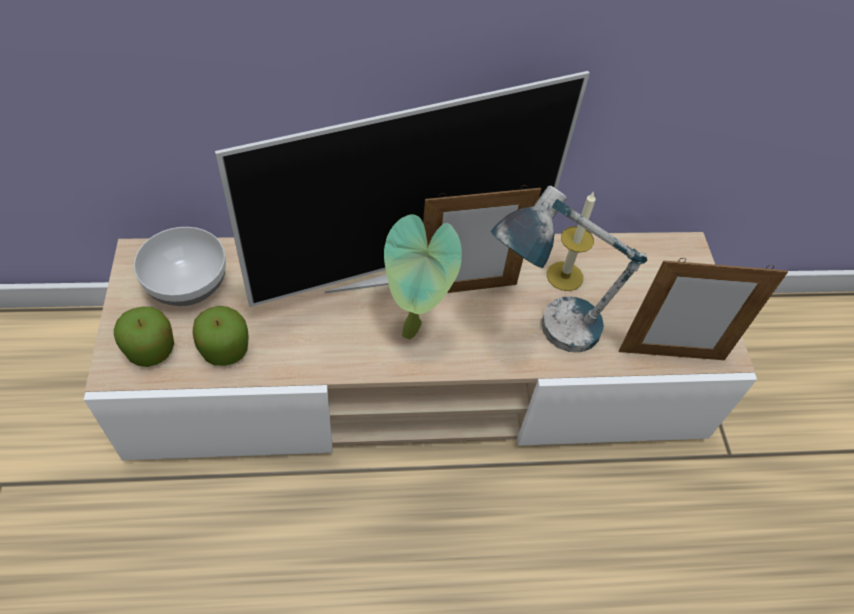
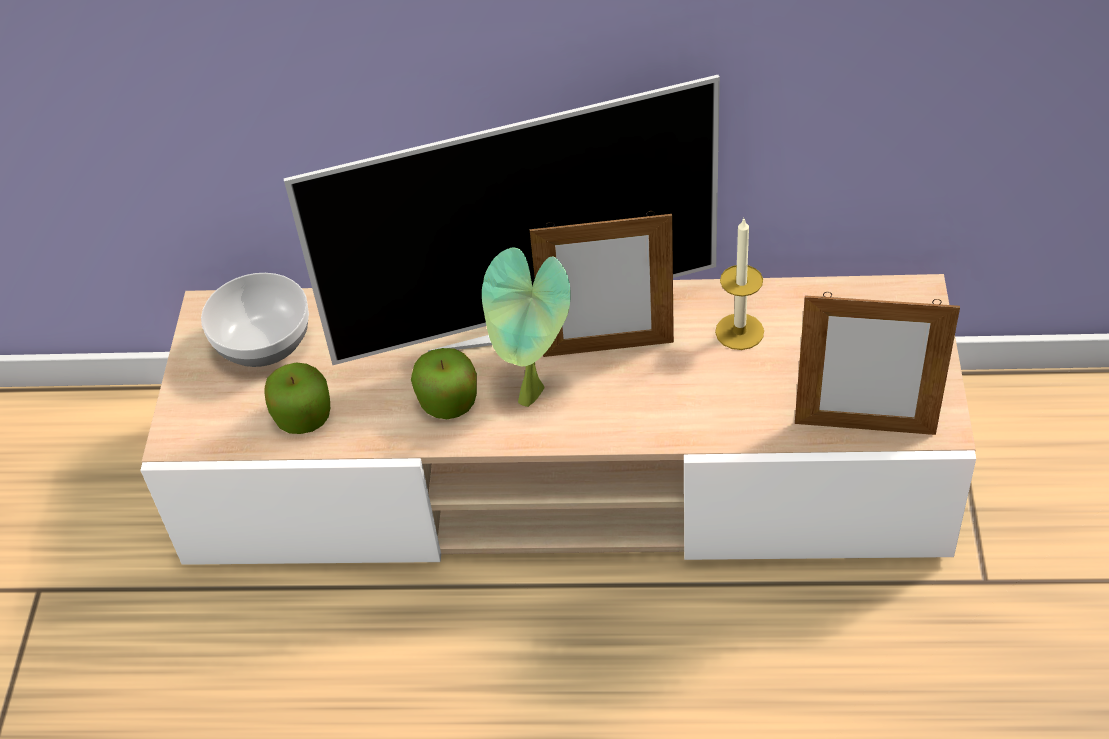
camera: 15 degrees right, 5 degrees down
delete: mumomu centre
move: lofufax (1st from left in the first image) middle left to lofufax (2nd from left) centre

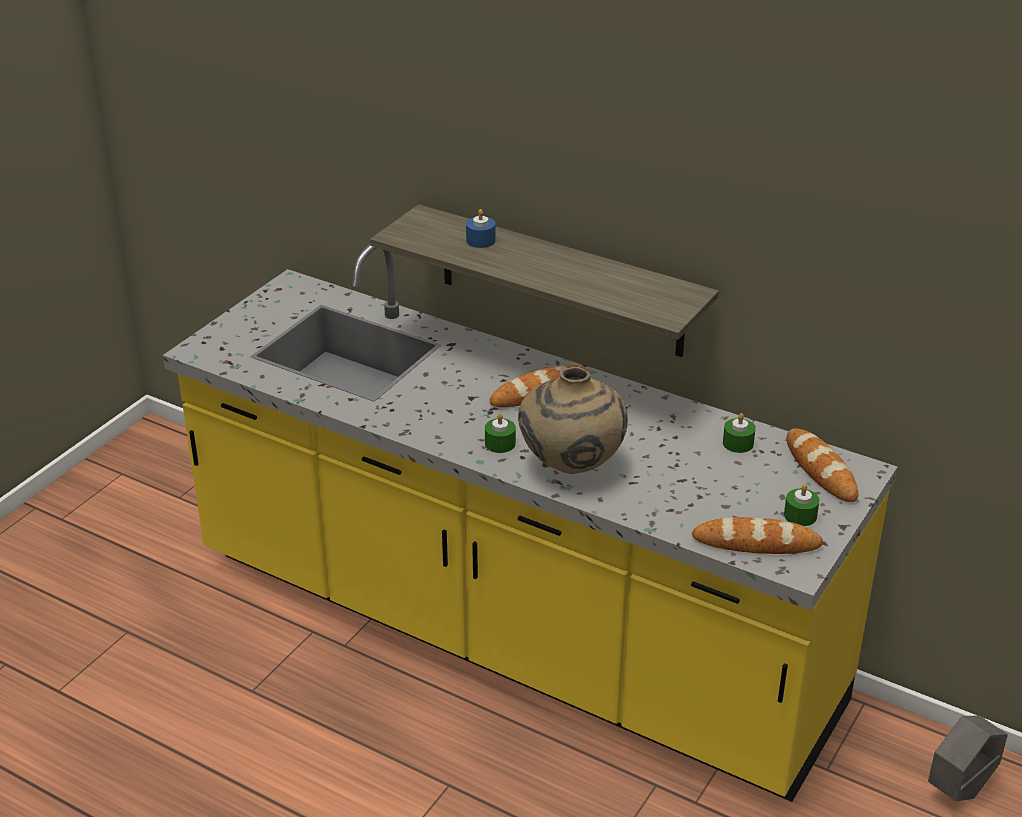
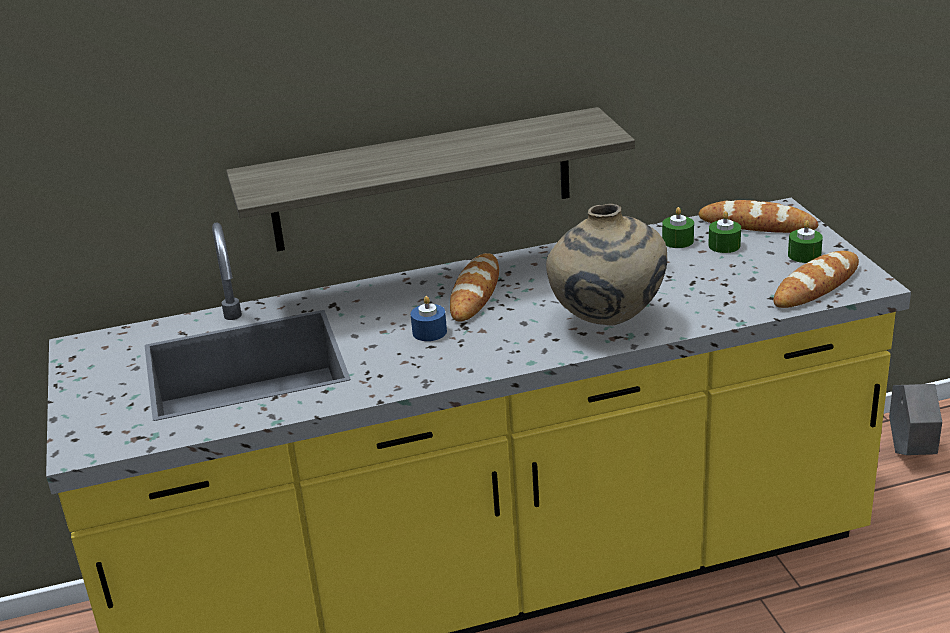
camera: 45 degrees left, 5 degrees down
move: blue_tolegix top centre to centre; green_tolegix (1st from left in the first image) centre to green_tolegix (2nd from left) middle right

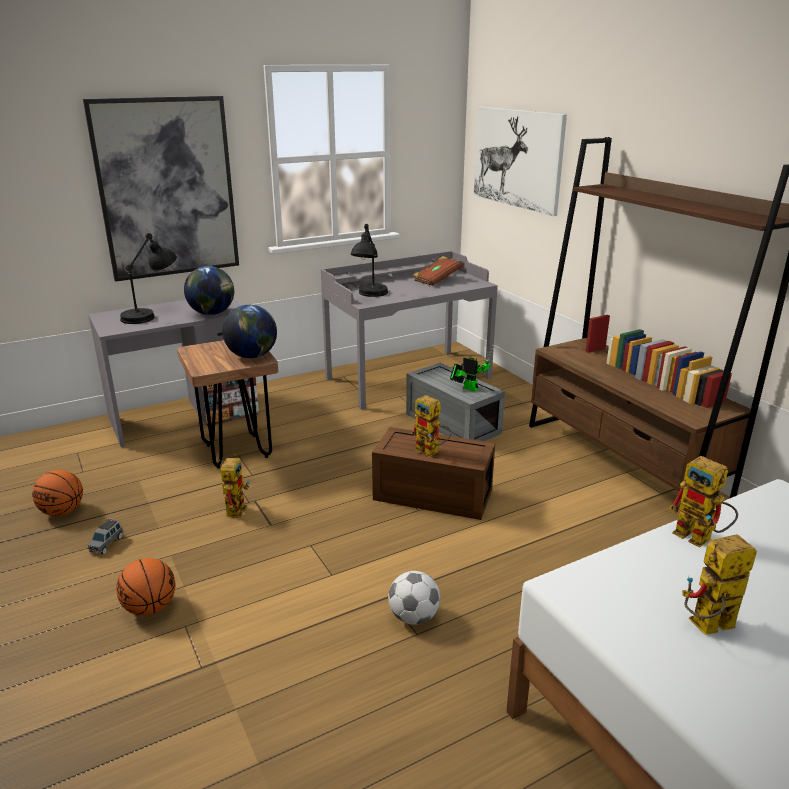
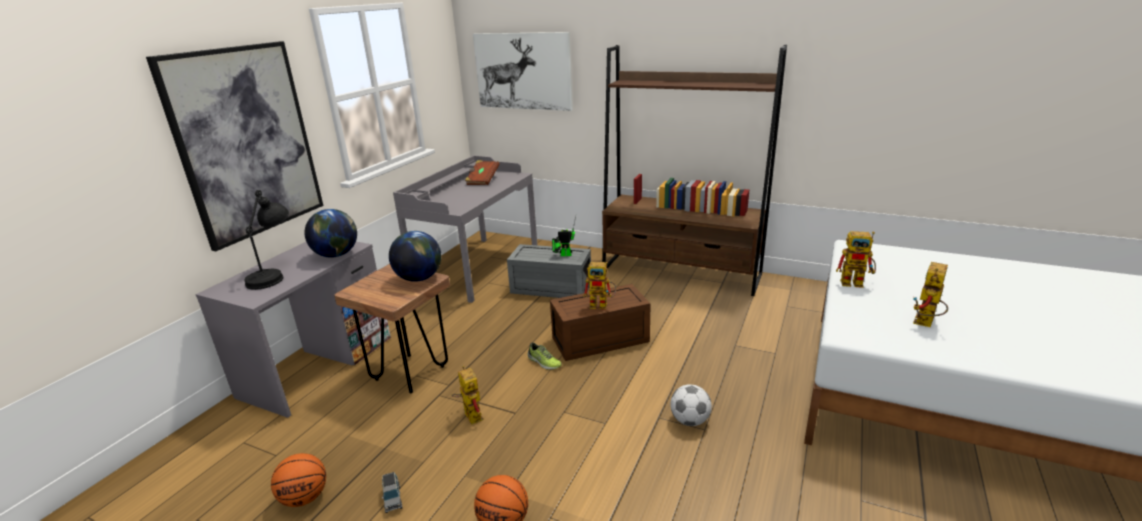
camera: 35 degrees left, 0 degrees up
delete: black_mumomu (2nd from left) top centre
insert: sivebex bottom centre

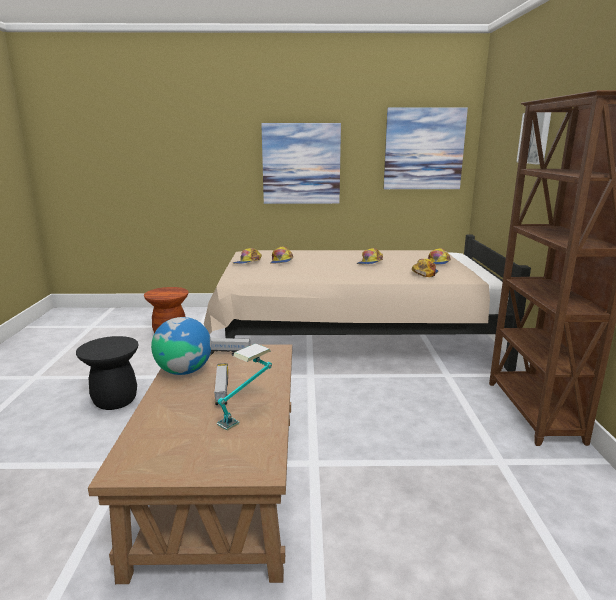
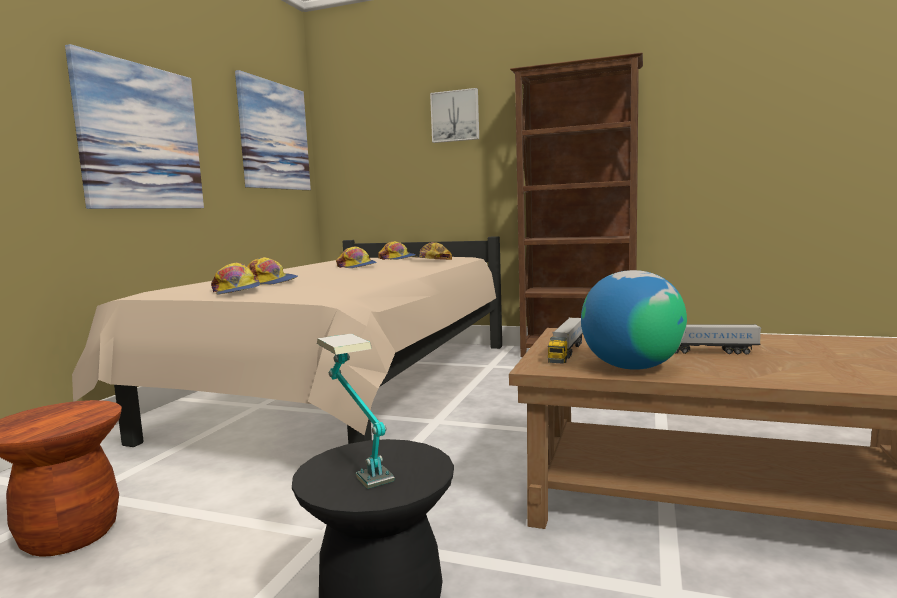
camera: 70 degrees left, 10 degrees down
move: mumomu centre to bottom centre

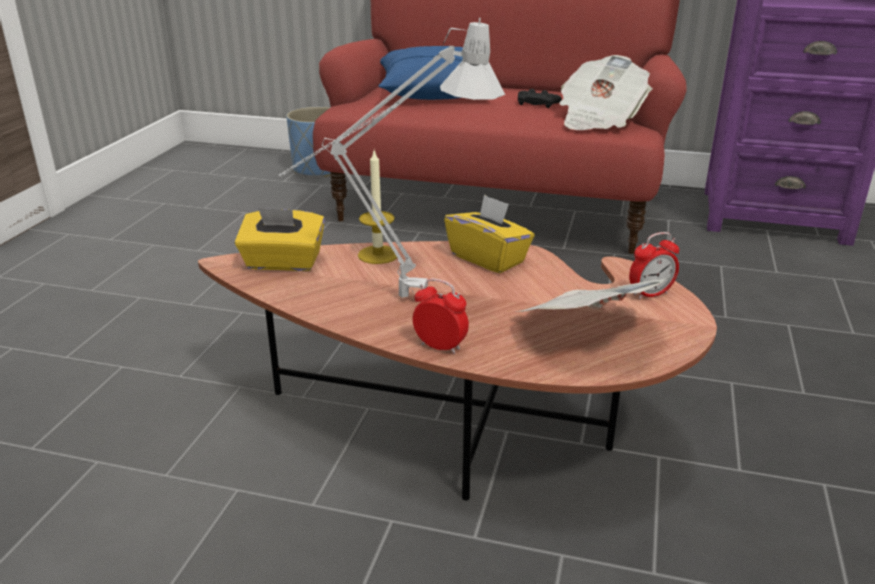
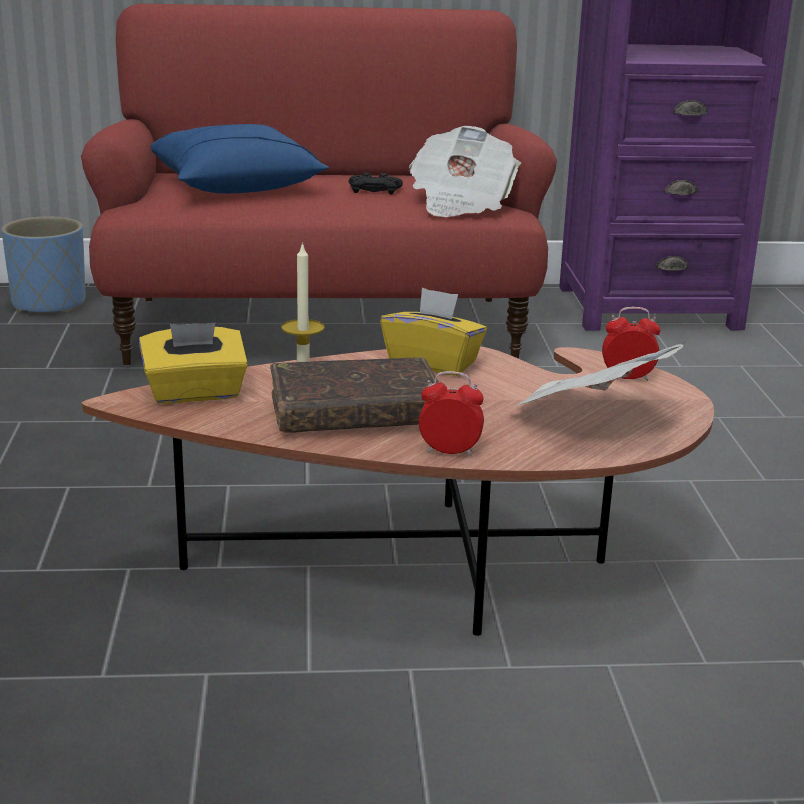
camera: 20 degrees left, 5 degrees down
replace: grey_mumomu top centre to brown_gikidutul centre
rotate: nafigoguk (2nd from left) middle right = middle right 135 degrees counterclockwise

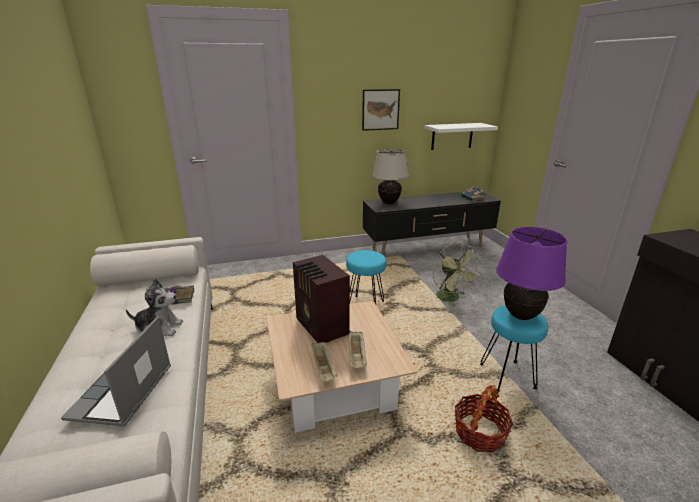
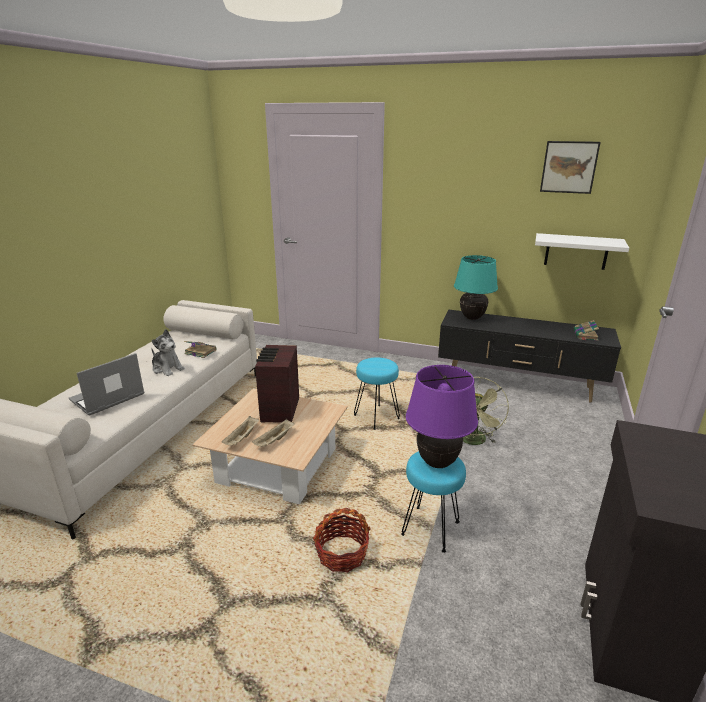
camera: 35 degrees right, 0 degrees up
move: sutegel top centre to top right
recolor: beige_mumomu centre to turquoise_mumomu middle right

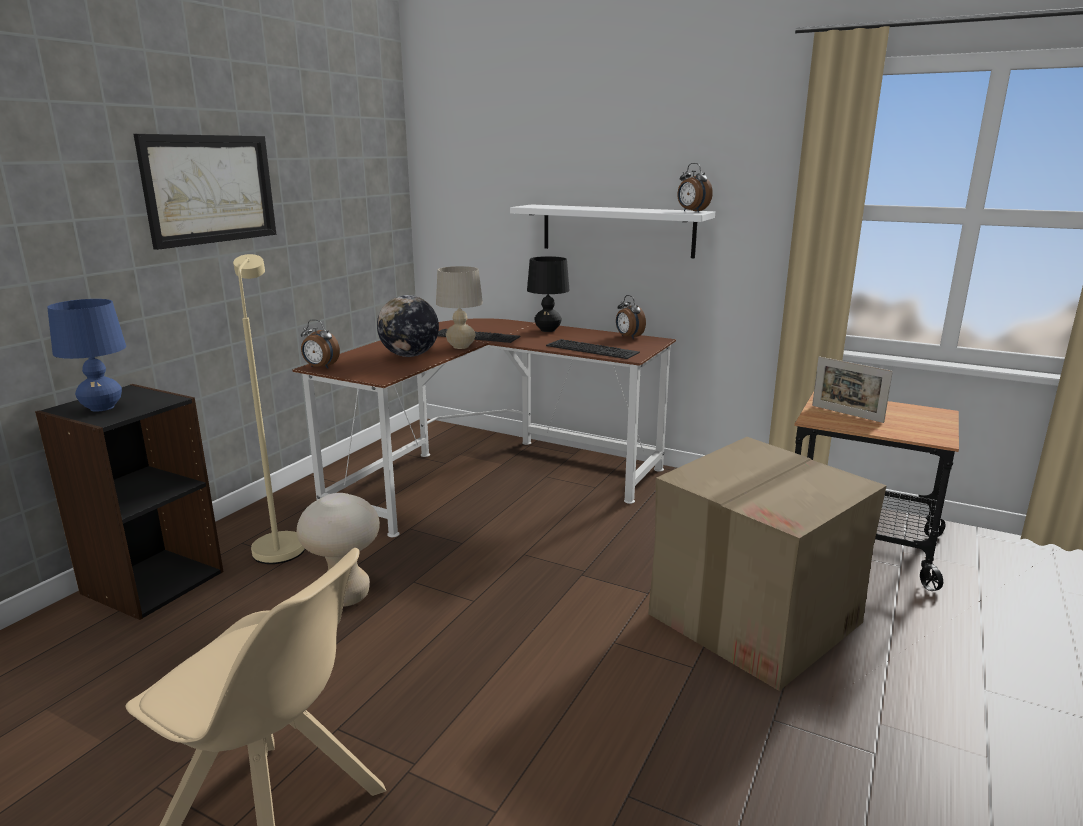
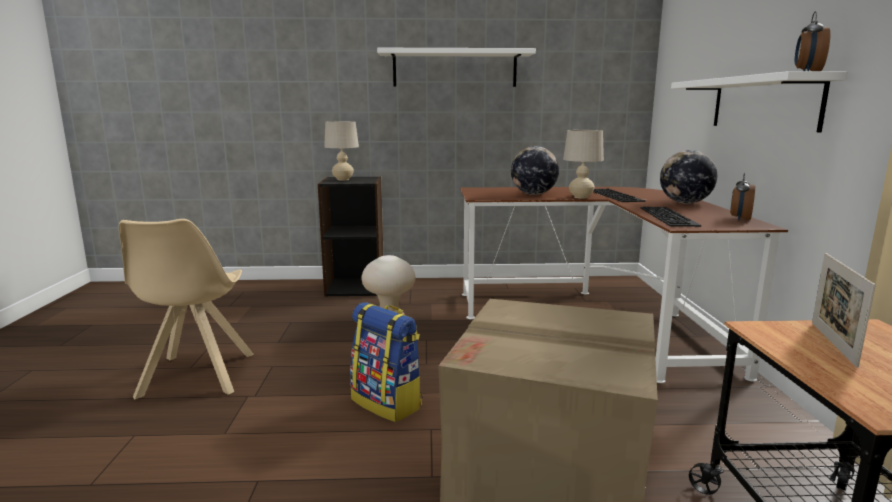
camera: 60 degrees right, 5 degrees down
delete: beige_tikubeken middle left; nafigoguk (1st from left) middle left
insert: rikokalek bottom centre
replace: sutegel top left to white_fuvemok (1st from left) top centre; black_mumomu centre to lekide (2nd from left) middle right
recolor: blue_mumomu middle left to beige_mumomu (1st from left) top centre

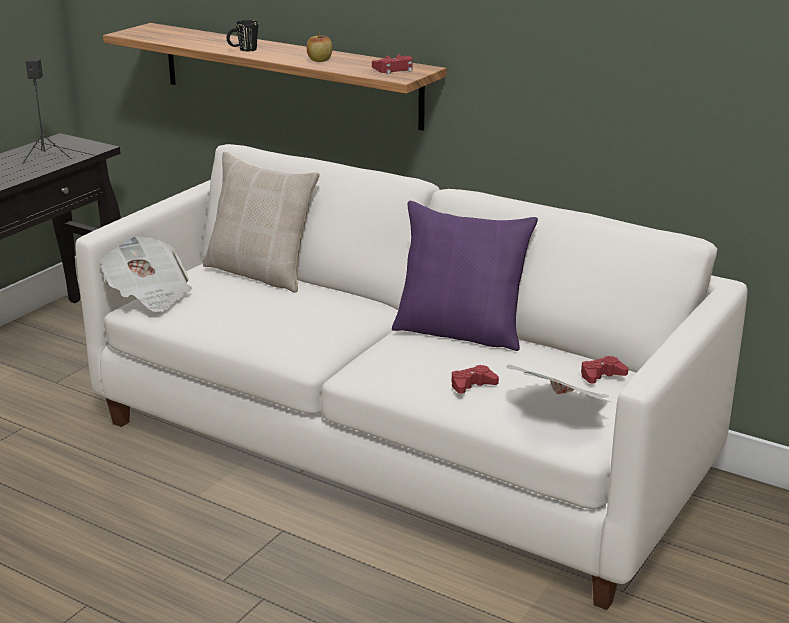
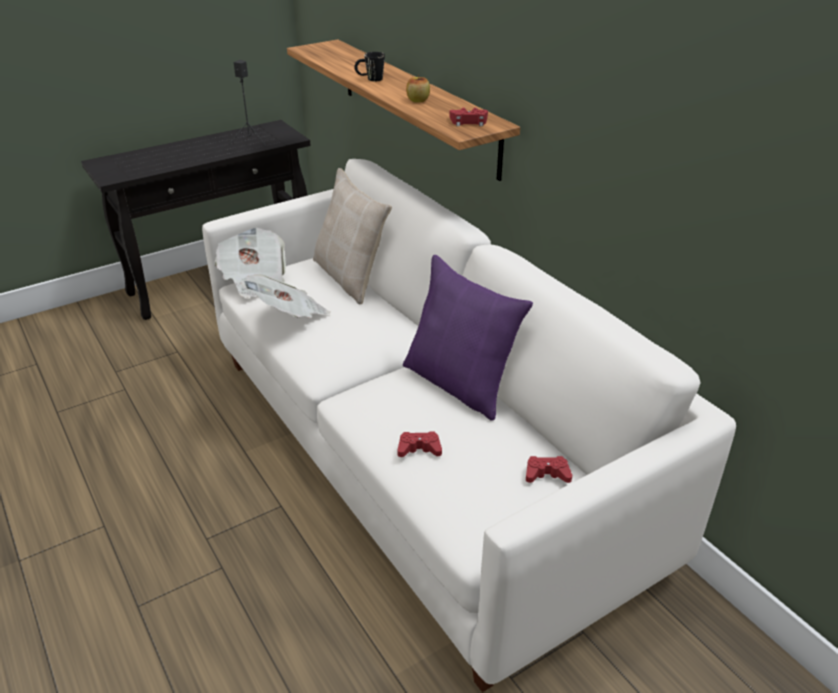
camera: 25 degrees right, 10 degrees up
move: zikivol (2nd from left) middle right to centre

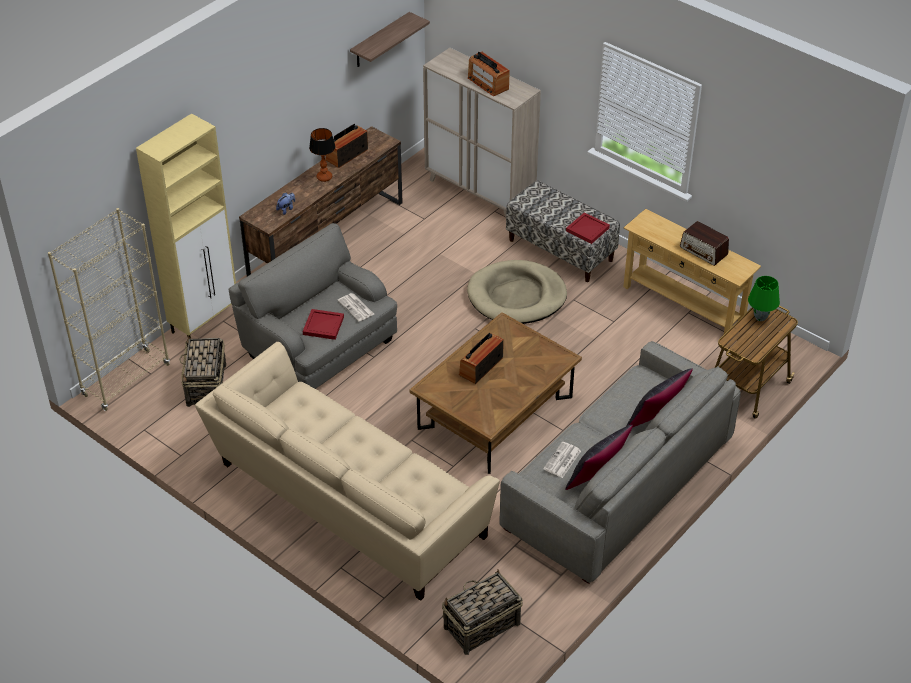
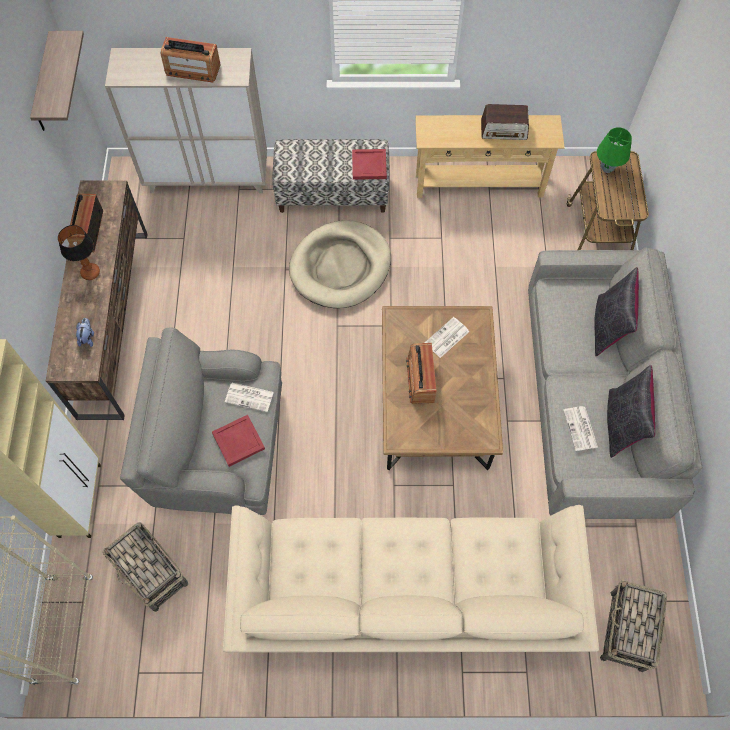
camera: 40 degrees left, 20 degrees up
insert: zikivol (2nd from left) centre

